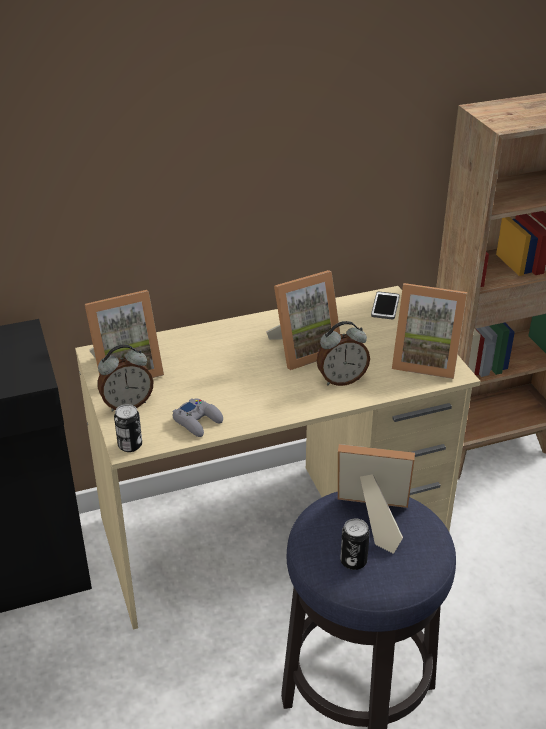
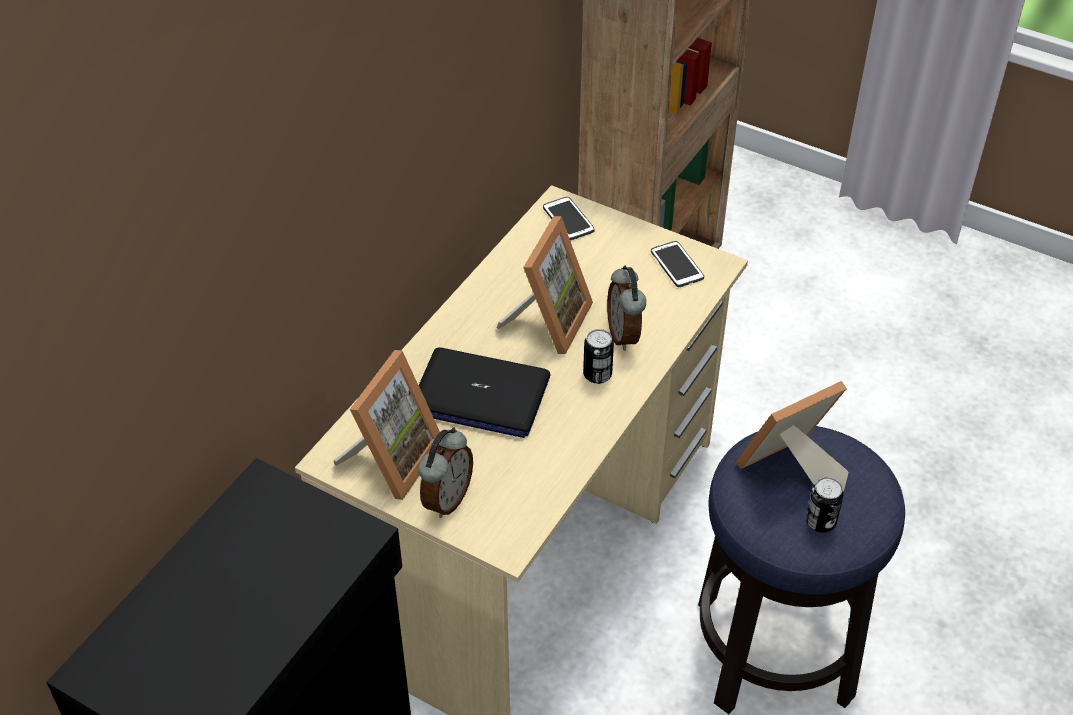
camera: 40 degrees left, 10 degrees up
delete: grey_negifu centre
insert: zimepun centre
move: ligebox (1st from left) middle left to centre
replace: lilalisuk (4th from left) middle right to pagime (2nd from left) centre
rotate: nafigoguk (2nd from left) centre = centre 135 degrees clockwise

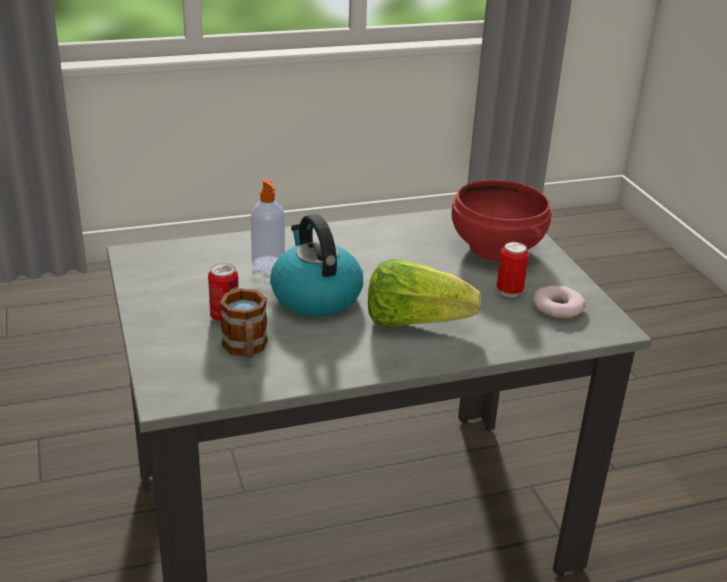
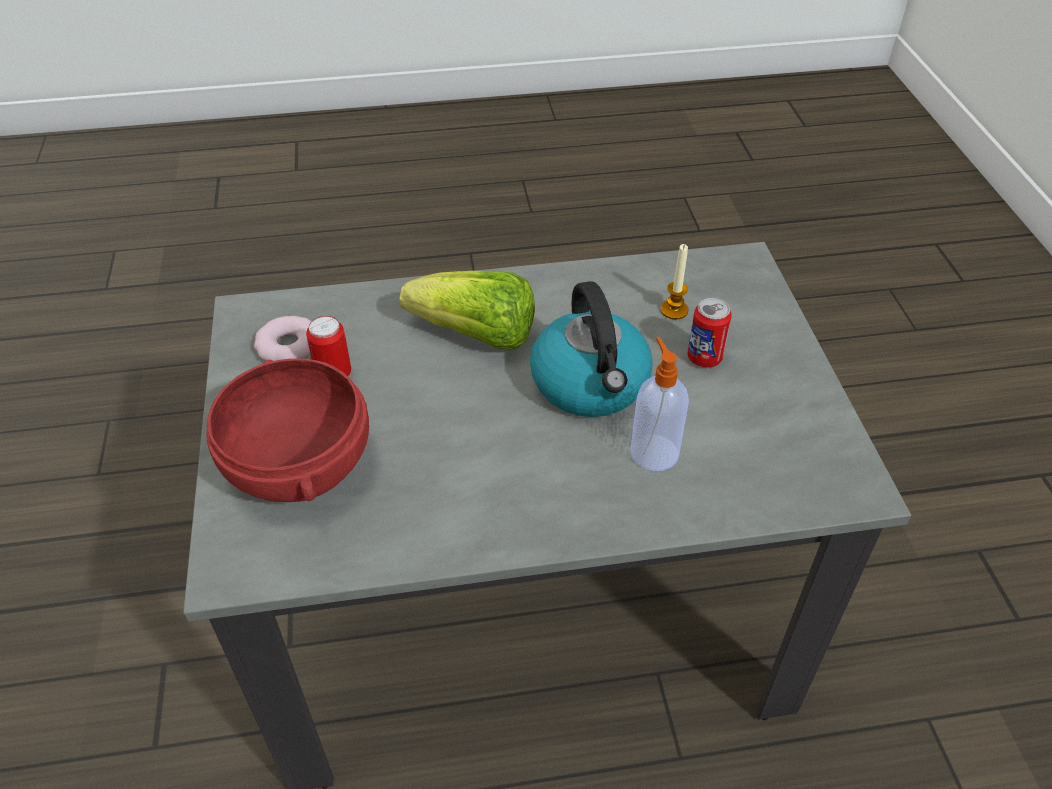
camera: 170 degrees left, 15 degrees up
replace: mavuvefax centre to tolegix centre

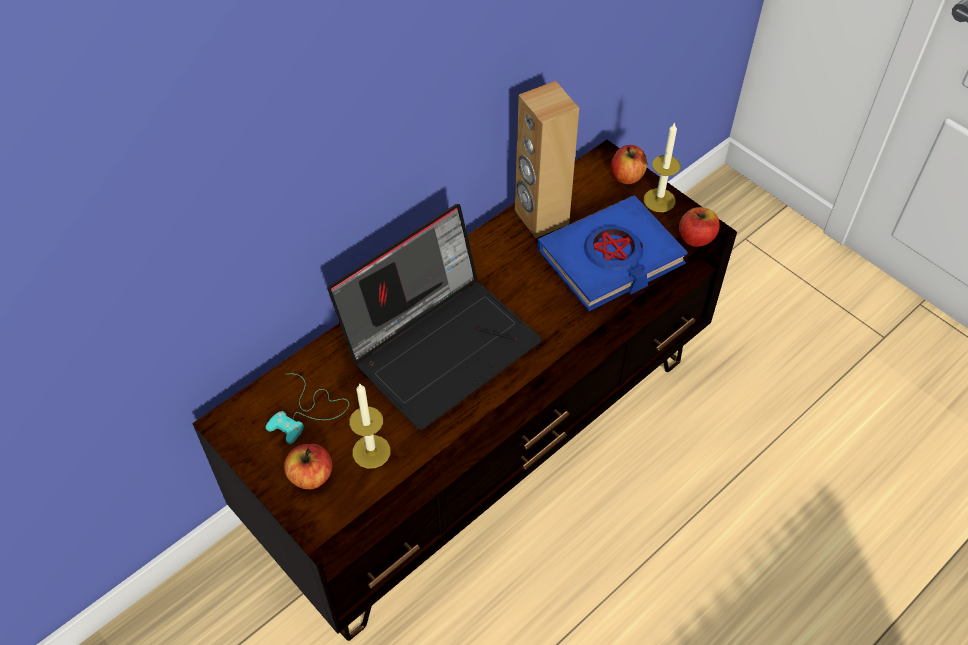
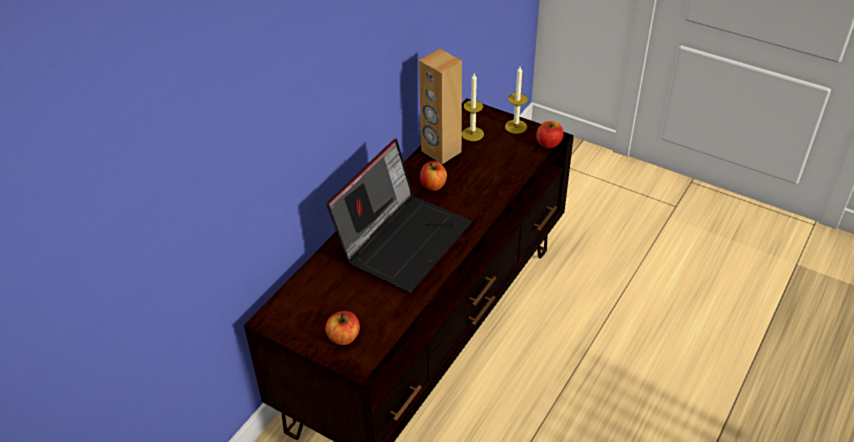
camera: 15 degrees left, 10 degrees down
delete: turquoise_negifu middle left; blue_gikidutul centre
move: tolegix (1st from left) centre to top centre; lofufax (2nd from left) top centre to centre

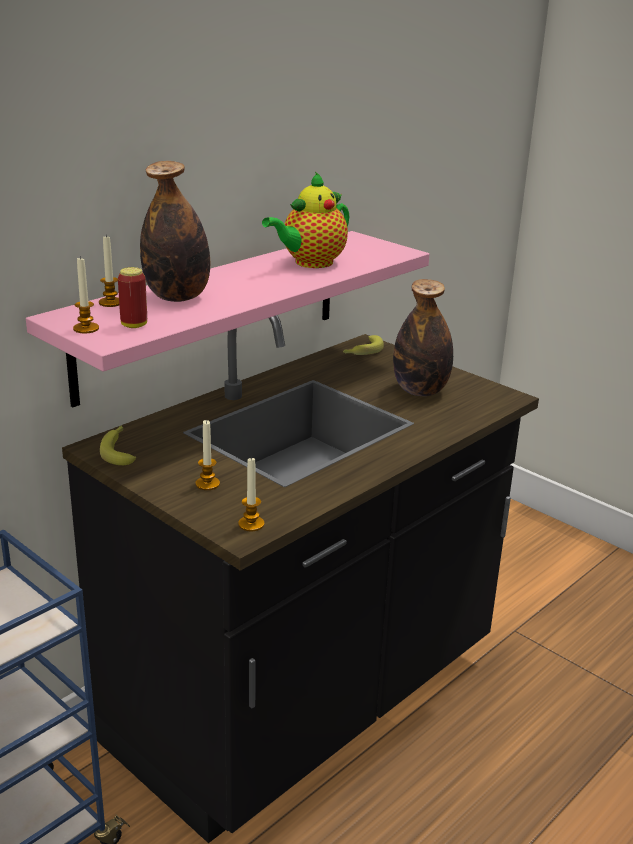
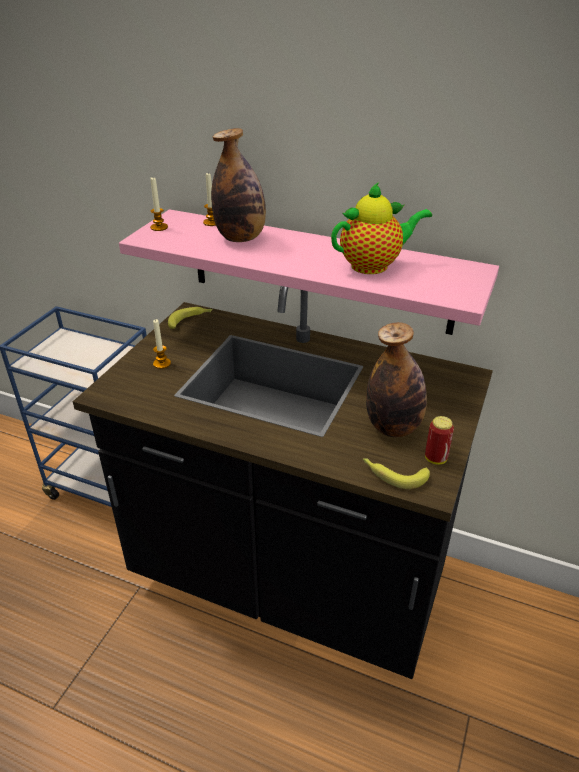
camera: 70 degrees right, 10 degrees up
delete: tolegix (4th from left) centre
move: ligebox middle left to middle right; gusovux (2nd from left) centre to middle right
rotate: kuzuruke top centre = top centre 135 degrees clockwise

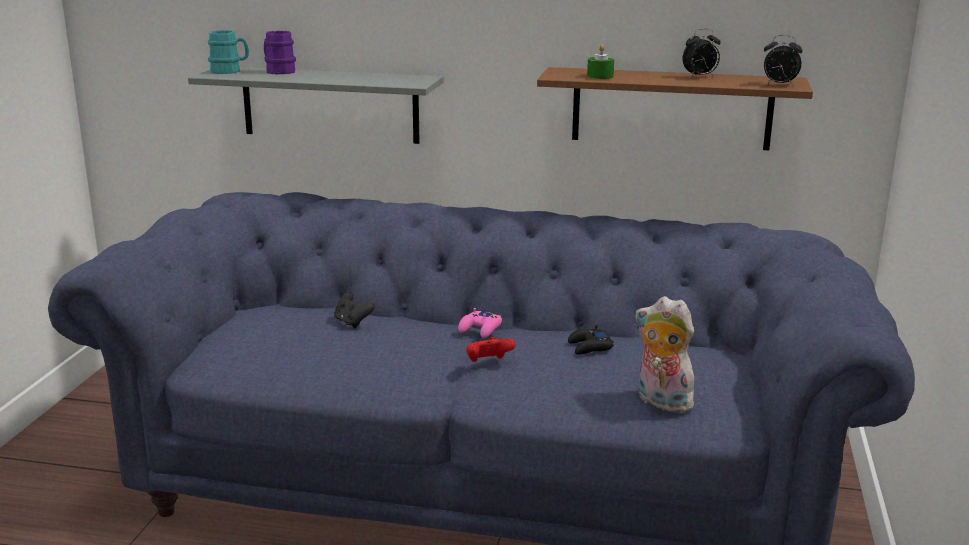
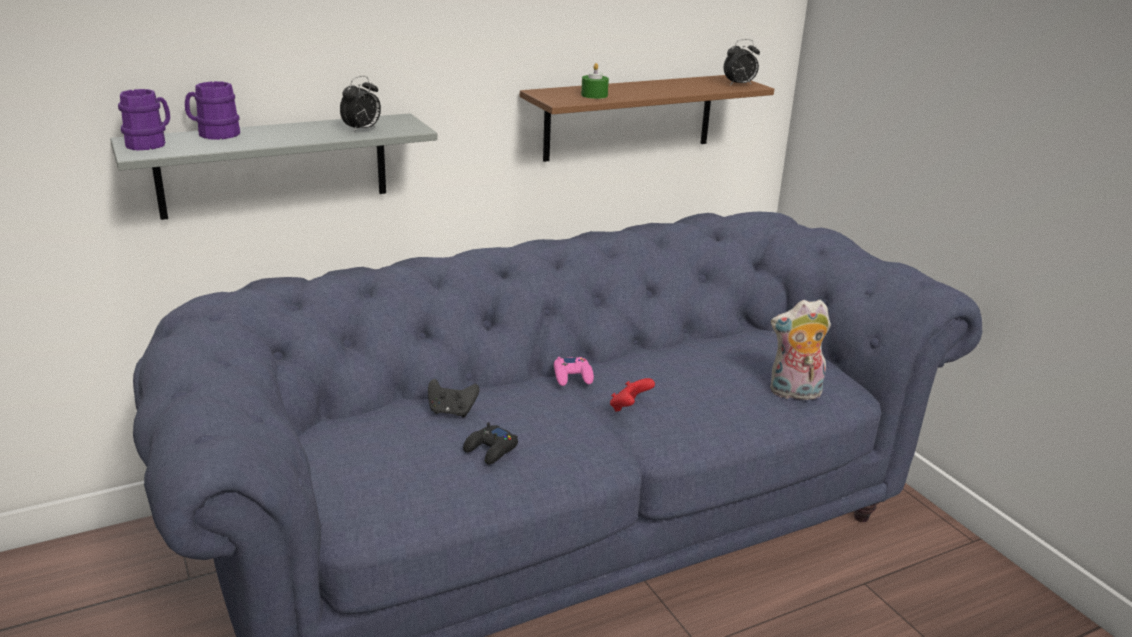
camera: 40 degrees left, 5 degrees up
move: black_negifu (2nd from left) centre to bottom centre; nafigoguk (1st from left) top right to top left
recolor: turquoise_mavuvefax top left to purple_mavuvefax (1st from left) top left

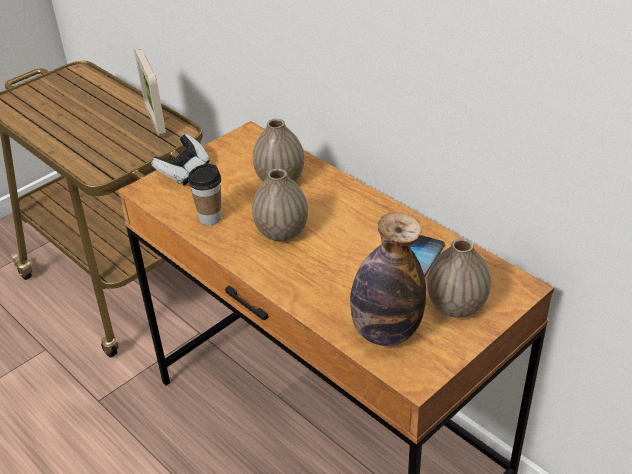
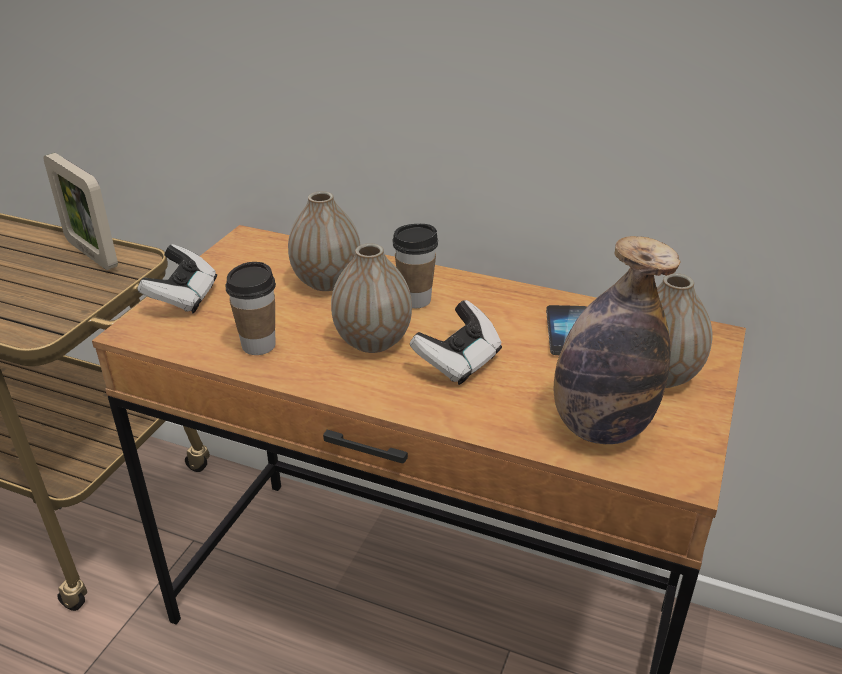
camera: 25 degrees left, 5 degrees down
insert: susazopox (2nd from left) centre; negifu (2nd from left) centre

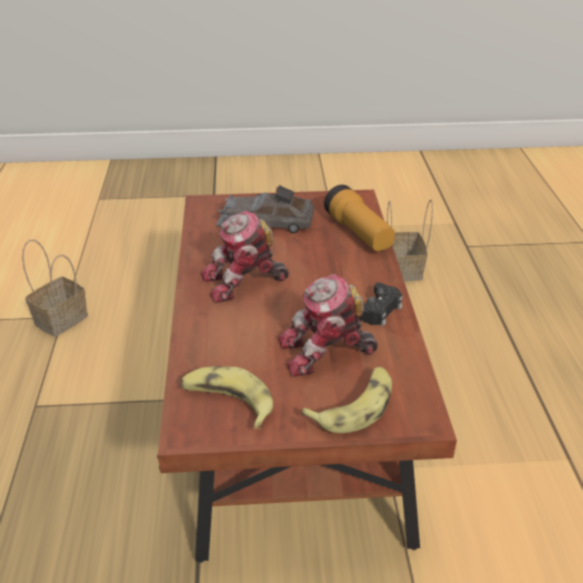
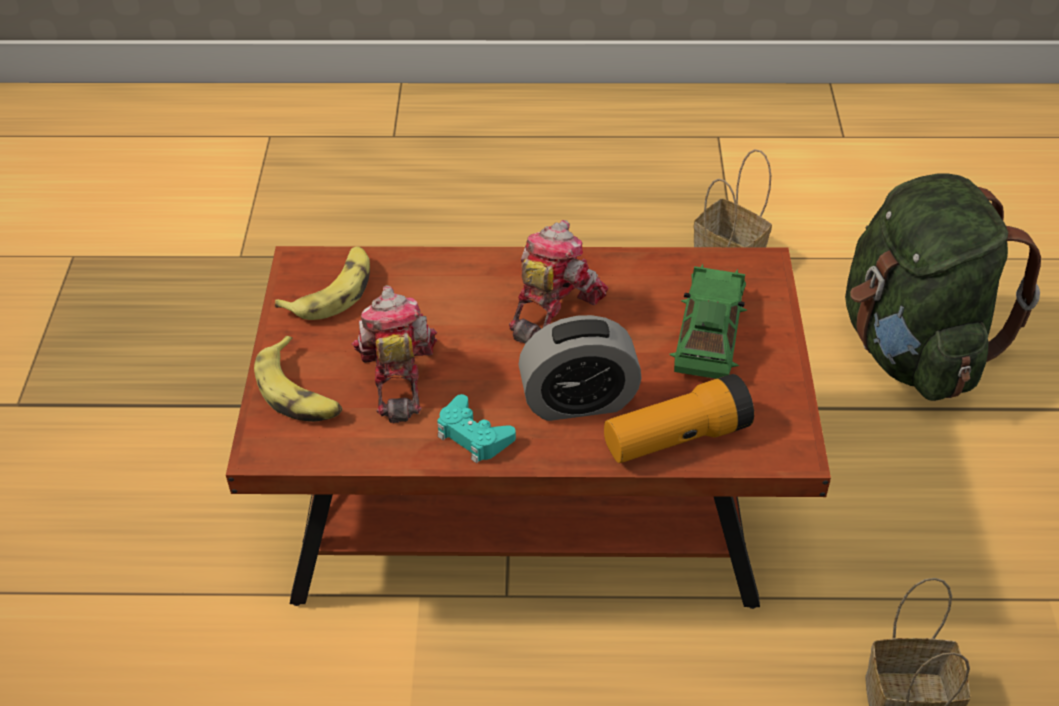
camera: 95 degrees right, 10 degrees up
insert: nafigoguk centre; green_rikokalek middle right
recolor: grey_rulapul centre to green_rulapul middle right; black_negifu centre to turquoise_negifu centre
rotate: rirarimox (1st from left in the first image) centre = centre 45 degrees clockwise

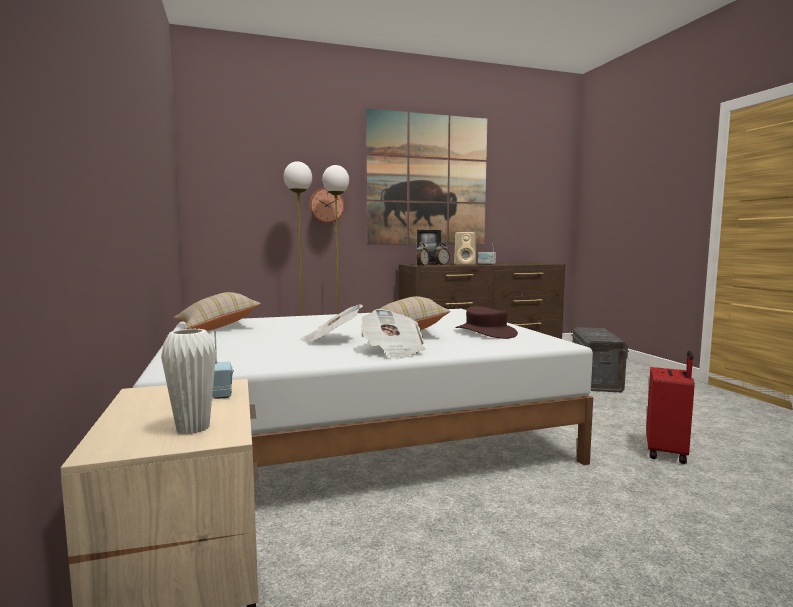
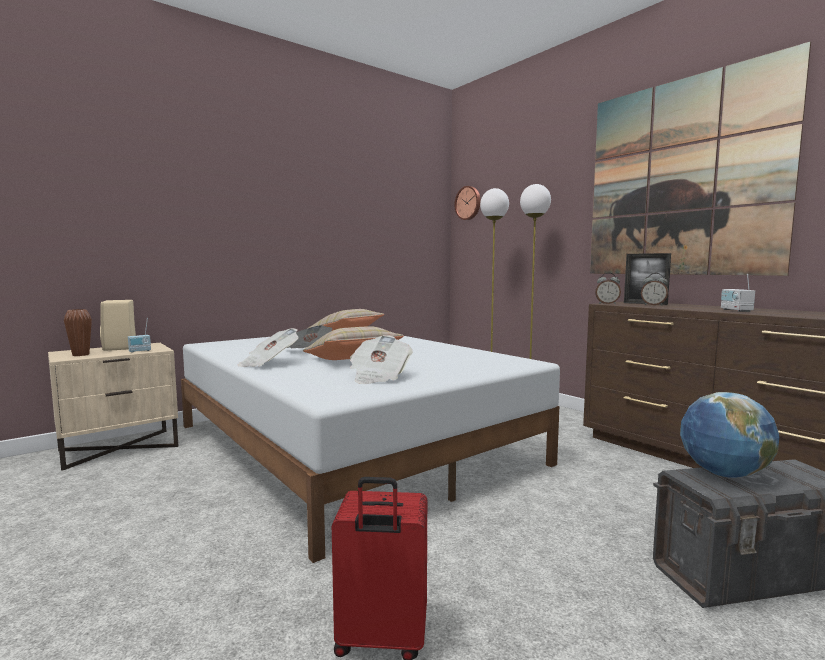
camera: 70 degrees right, 0 degrees up
insert: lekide middle right
move: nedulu centre to top centre; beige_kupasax centre to middle left
replace: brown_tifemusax centre to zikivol (3rd from left) centre
recolor: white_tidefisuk middle left to brown_tidefisuk middle left

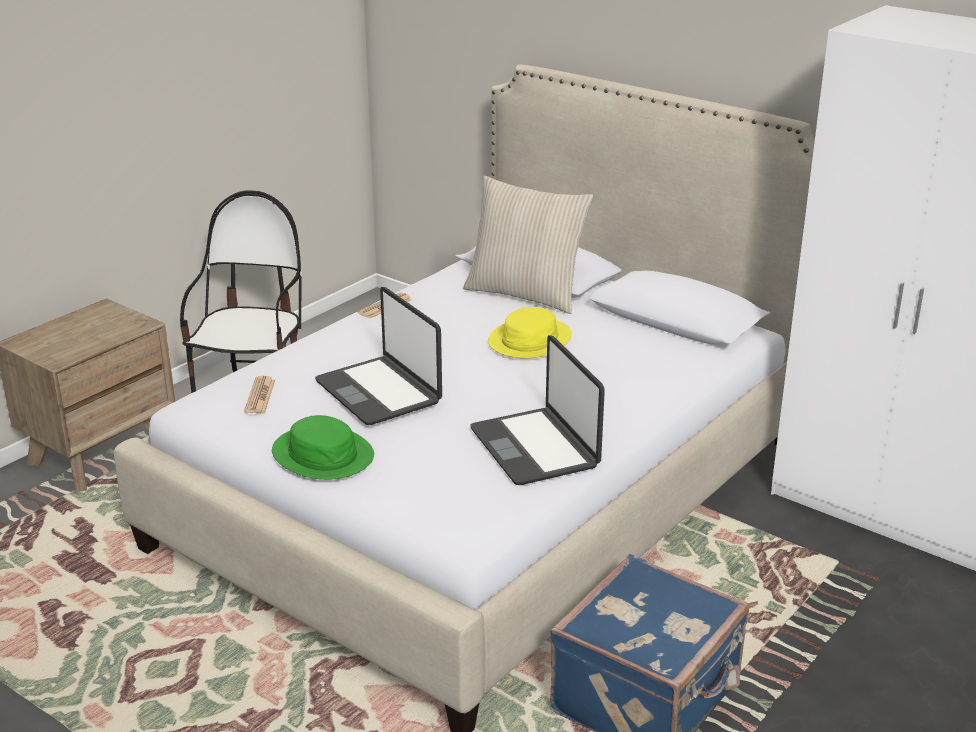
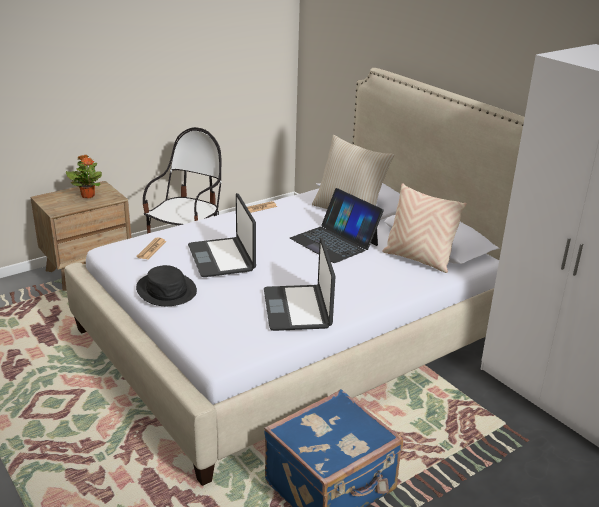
camera: 15 degrees right, 0 degrees up
insert: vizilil middle left; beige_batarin (2nd from left) middle right
replace: yellow_tifemusax centre to zimepun (3rd from left) centre
recolor: green_tifemusax middle left to black_tifemusax middle left

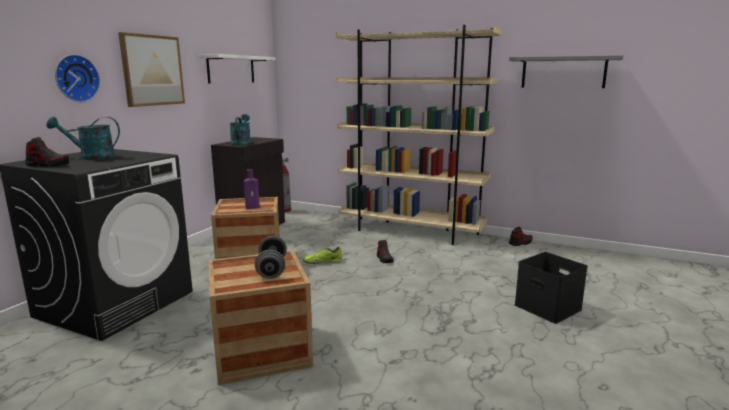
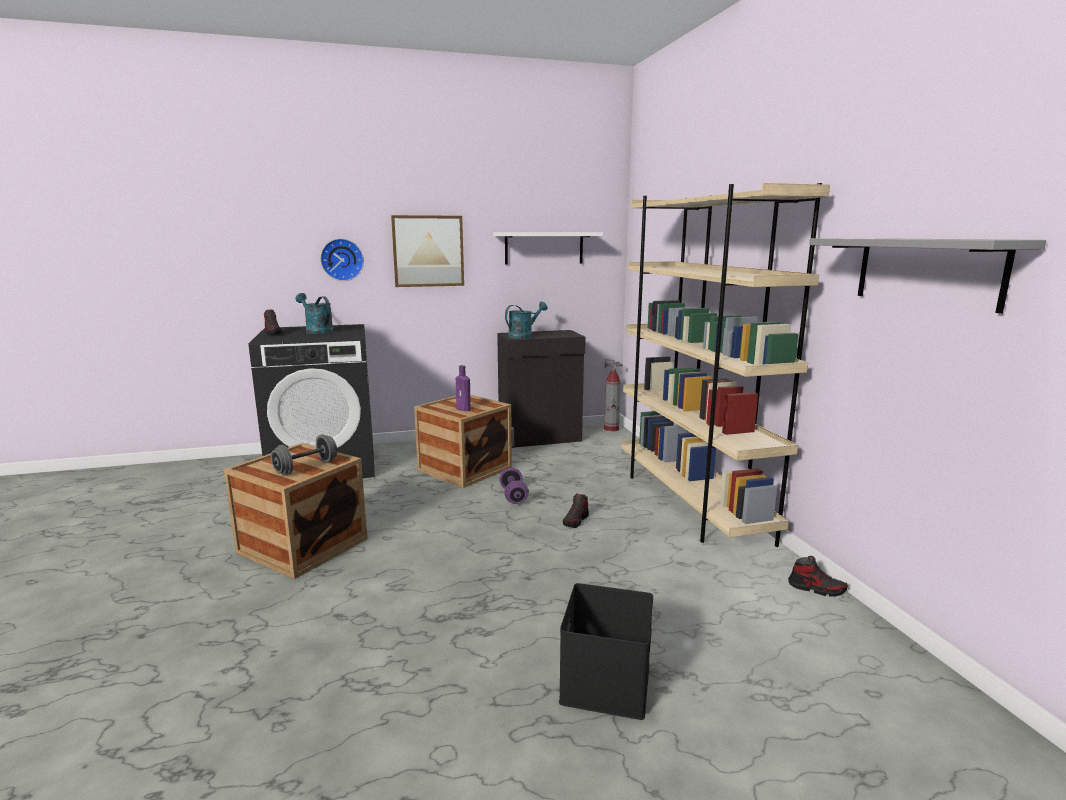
camera: 50 degrees right, 0 degrees up
replace: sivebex (2nd from left) centre to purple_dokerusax centre

